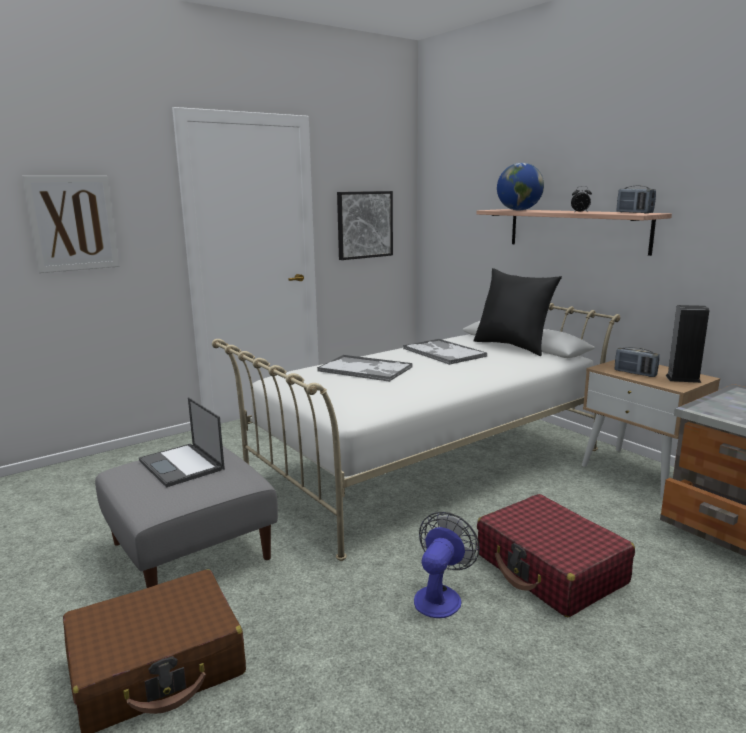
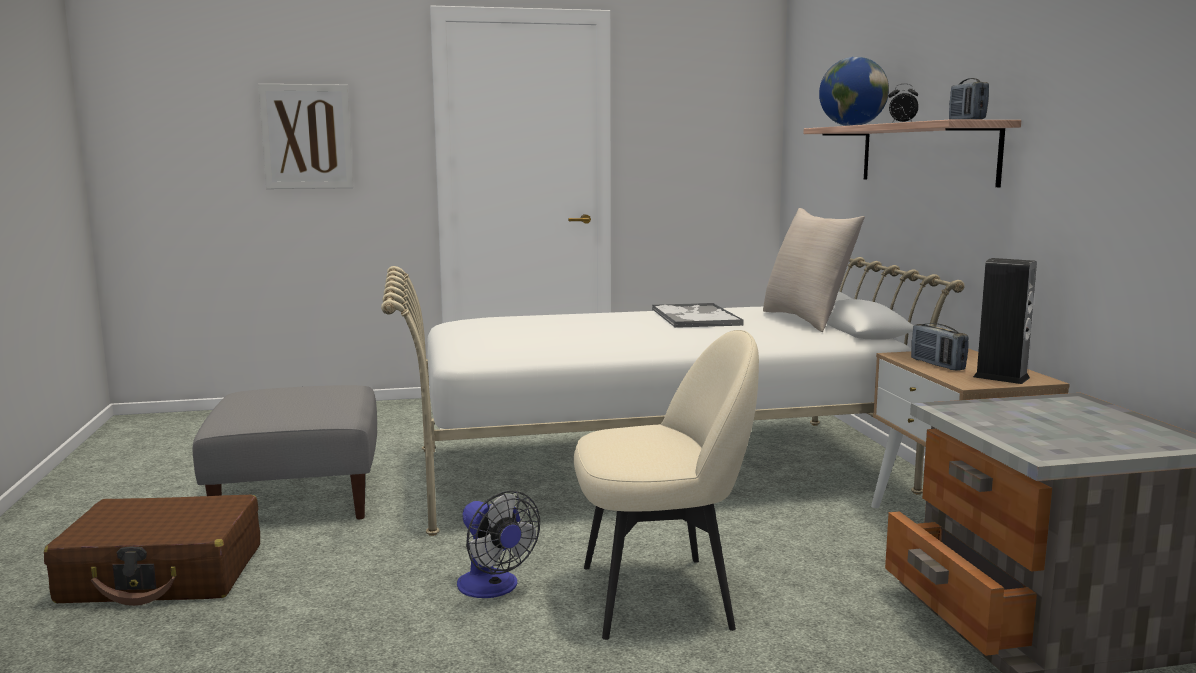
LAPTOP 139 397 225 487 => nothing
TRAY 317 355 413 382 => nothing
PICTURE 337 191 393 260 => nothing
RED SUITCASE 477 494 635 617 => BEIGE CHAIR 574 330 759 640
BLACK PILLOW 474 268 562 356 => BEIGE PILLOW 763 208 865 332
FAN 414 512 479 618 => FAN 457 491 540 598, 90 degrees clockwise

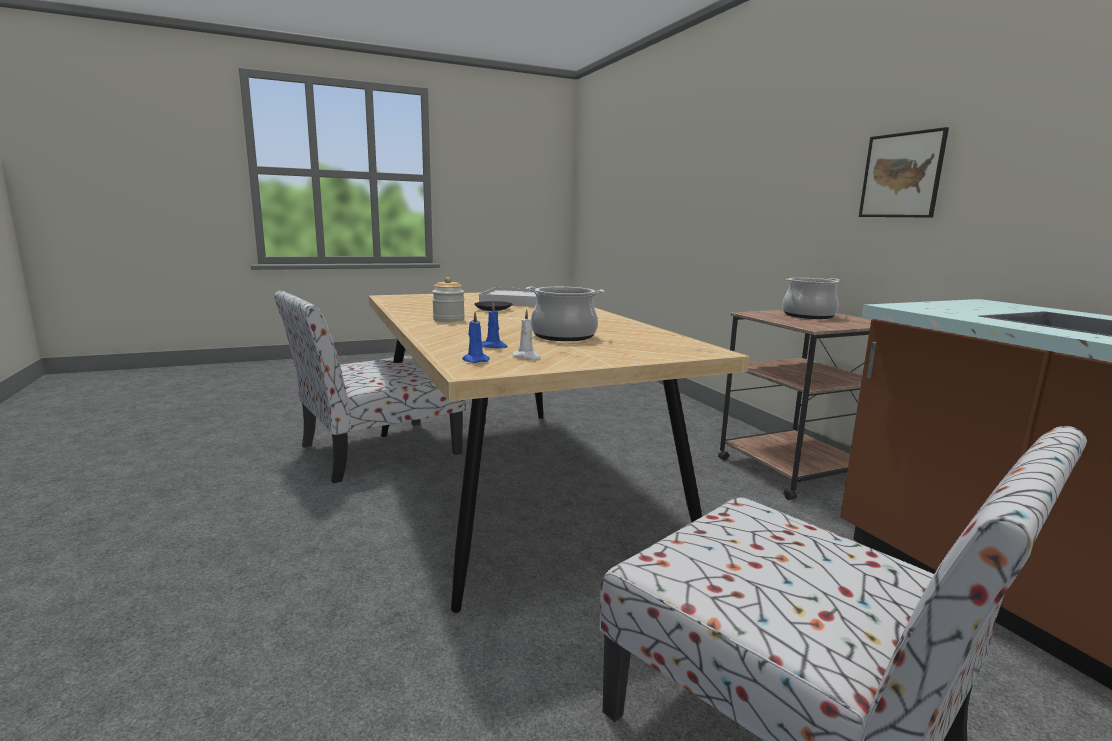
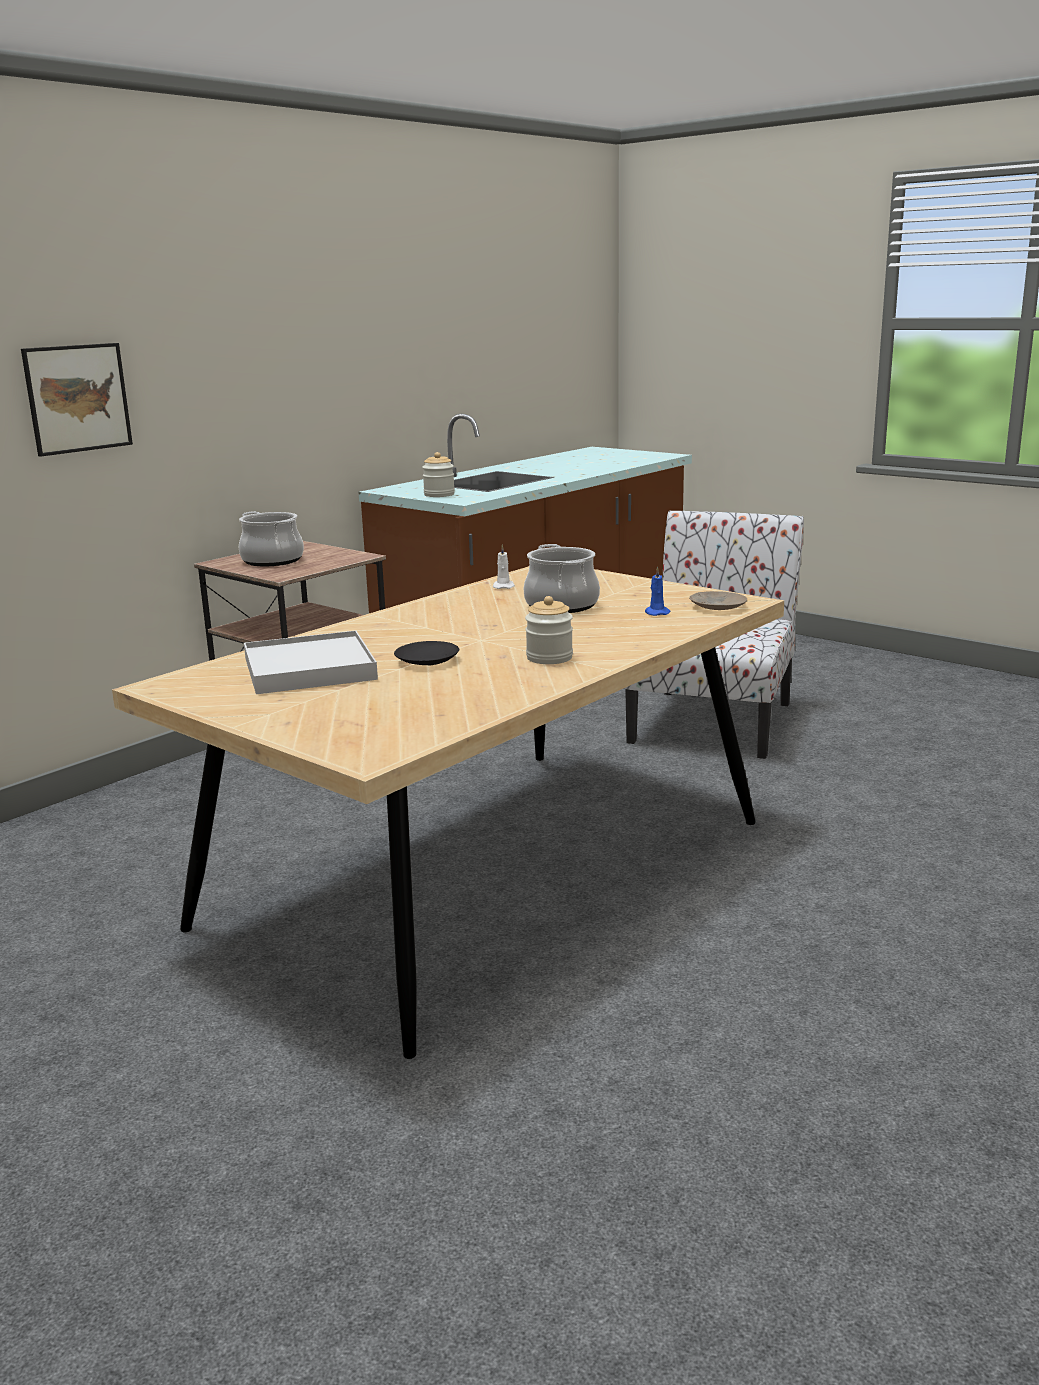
CHAIR 274 290 466 483 => nothing
nothing => JAR 422 452 455 497
WHITE CANDLE 512 309 541 359 => WHITE CANDLE 493 545 515 589, shifted
PICTURE 859 127 949 218 => PICTURE 21 343 133 457, shifted
BLUE CANDLE 462 312 490 363 => BEIGE PLATE 689 591 747 610

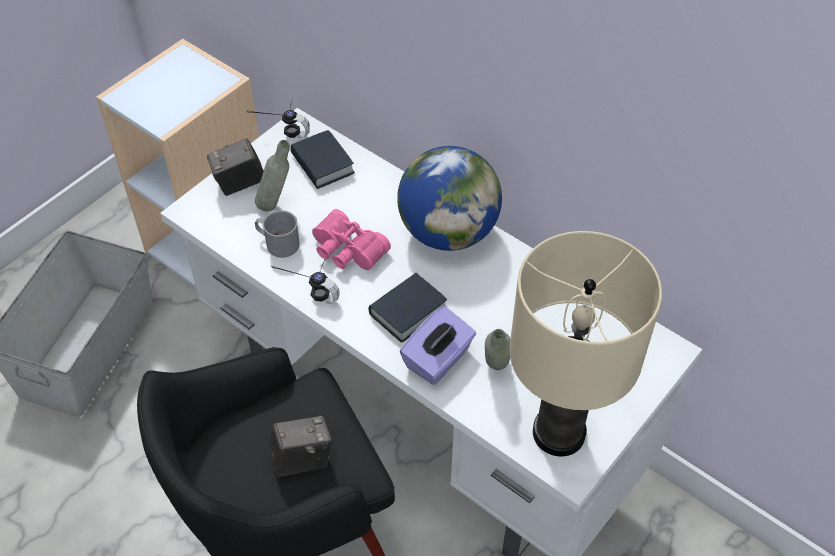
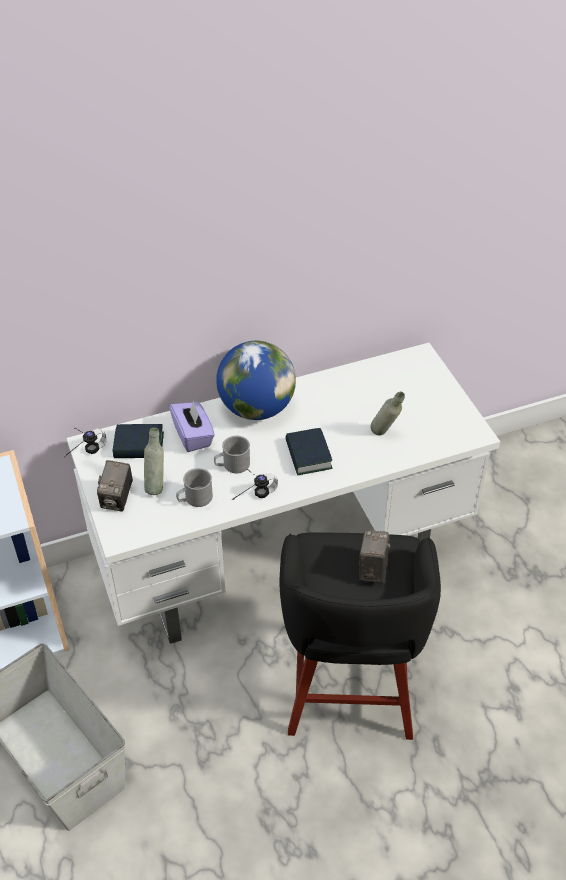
BEIGE TABLE LAMP 510 231 662 456 => nothing
PURPLE TISSUE BOX 400 306 476 385 => PURPLE TISSUE BOX 169 400 215 452, shifted
PINK BINOCULARS 312 209 391 270 => GREY MUG 214 436 250 473

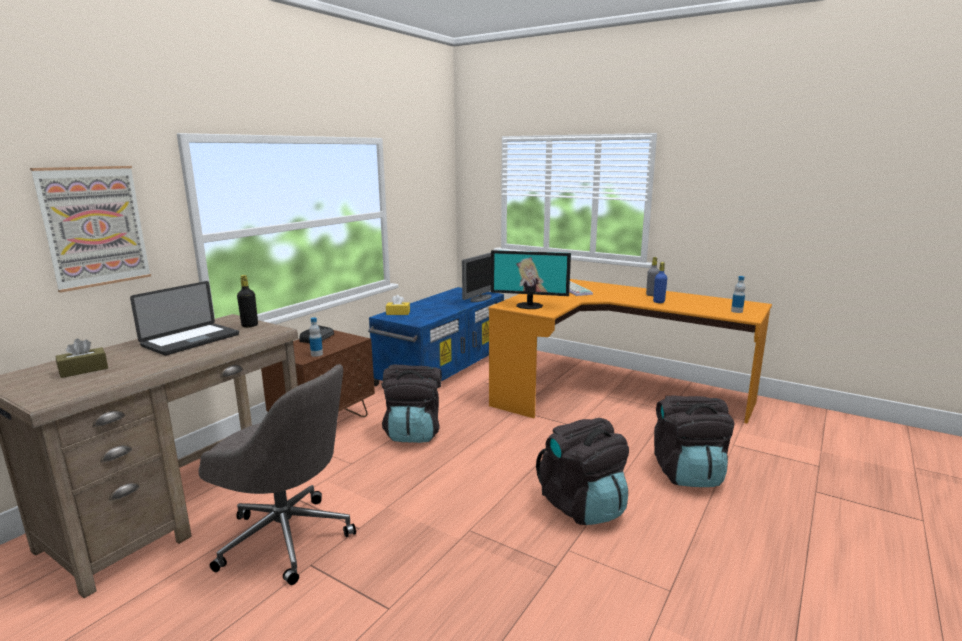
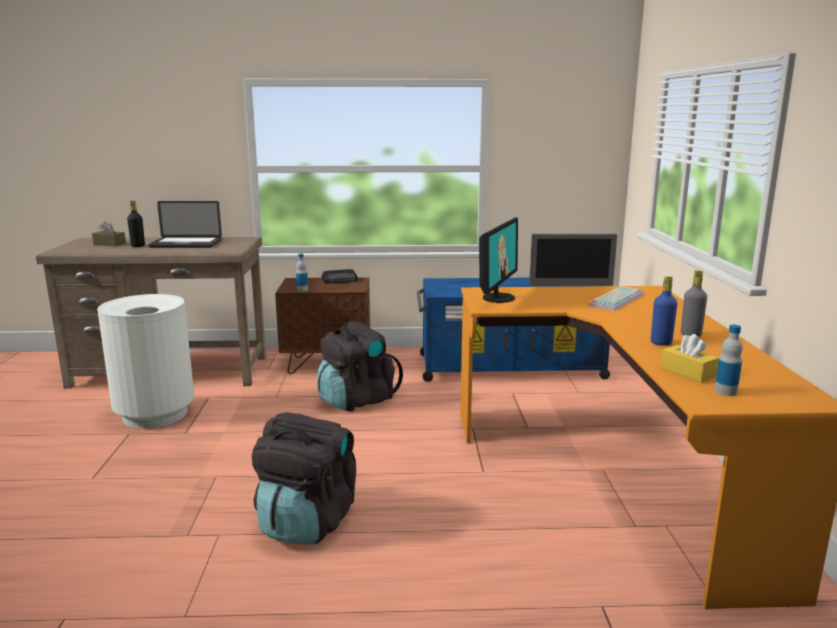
PICTURE 30 166 151 293 => nothing
BLACK BACKPACK 654 396 735 487 => nothing
BLACK BOTTLE 237 275 258 327 => BLACK BOTTLE 127 201 145 247, shifted
YELLOW TISSUE BOX 386 295 410 315 => YELLOW TISSUE BOX 661 334 719 383, shifted
GREY OFFICE CHAIR 199 364 356 585 => WHITE TRASH CAN 97 294 194 429
MONITOR 491 250 571 309 => MONITOR 479 218 518 303, 135 degrees counterclockwise

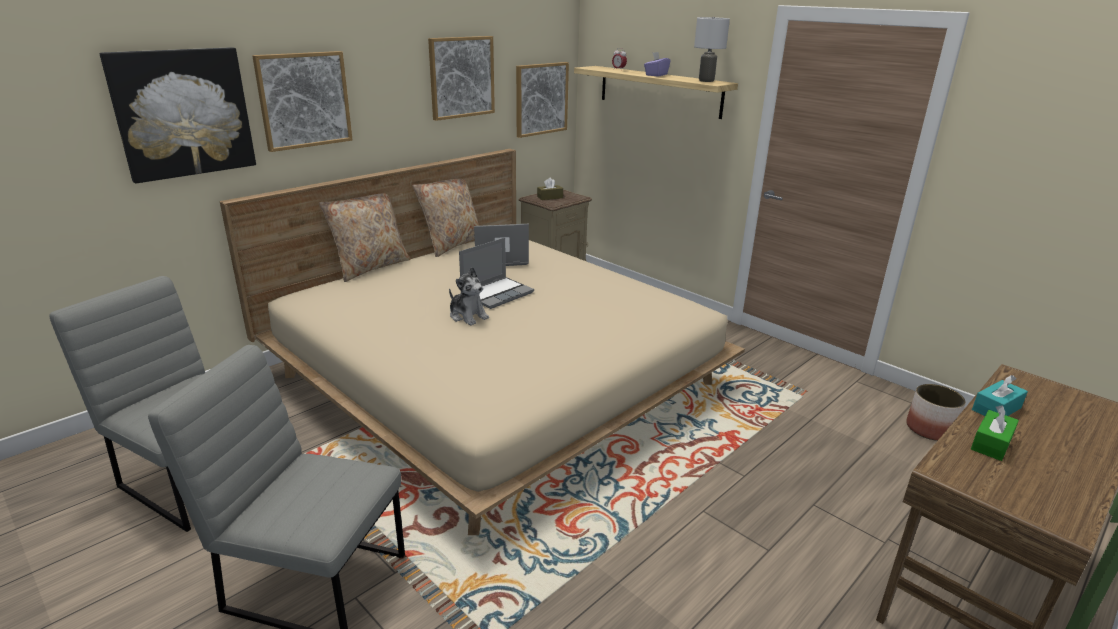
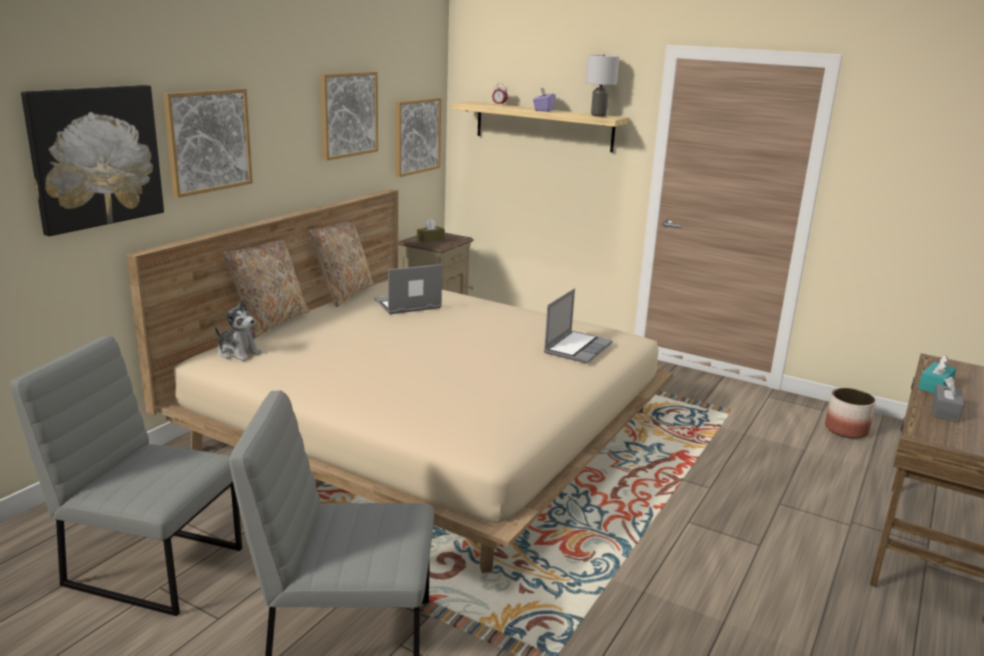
PLUSH TOY 449 267 489 326 => PLUSH TOY 215 300 262 361, shifted
LAPTOP 459 238 534 309 => LAPTOP 544 288 613 364, shifted
GREEN TISSUE BOX 971 405 1019 461 => GREY TISSUE BOX 932 377 964 422

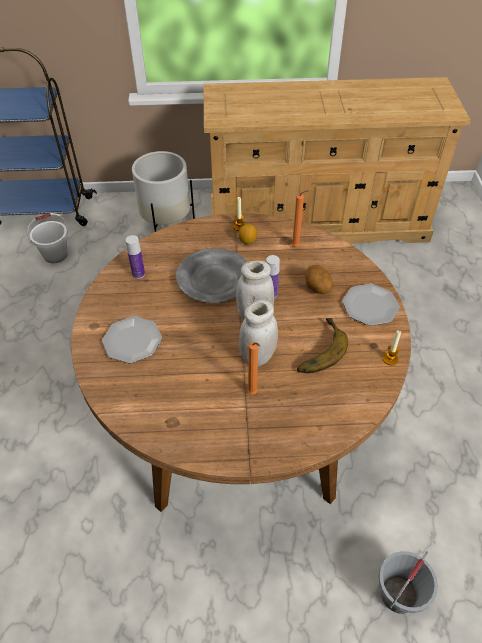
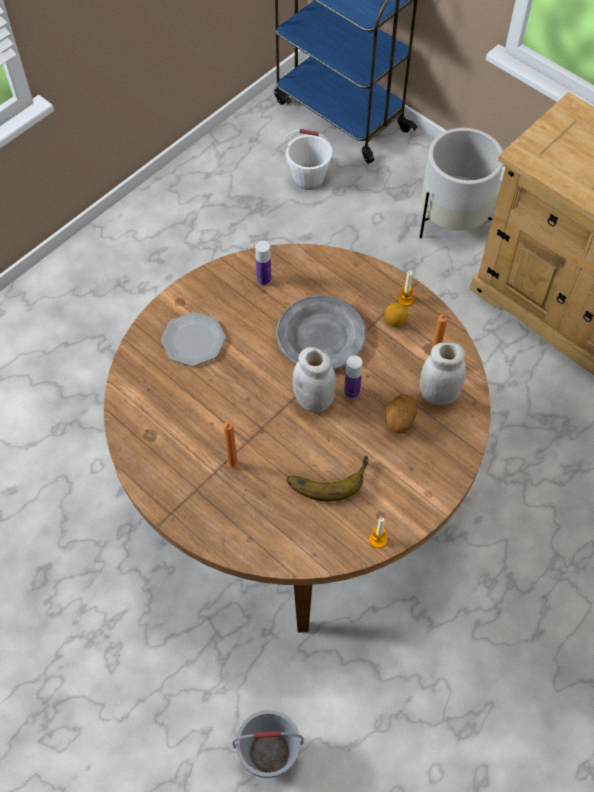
PLATE 342 284 400 326 => nothing
WHITE JAR 239 299 278 366 => WHITE JAR 420 342 466 405, shifted

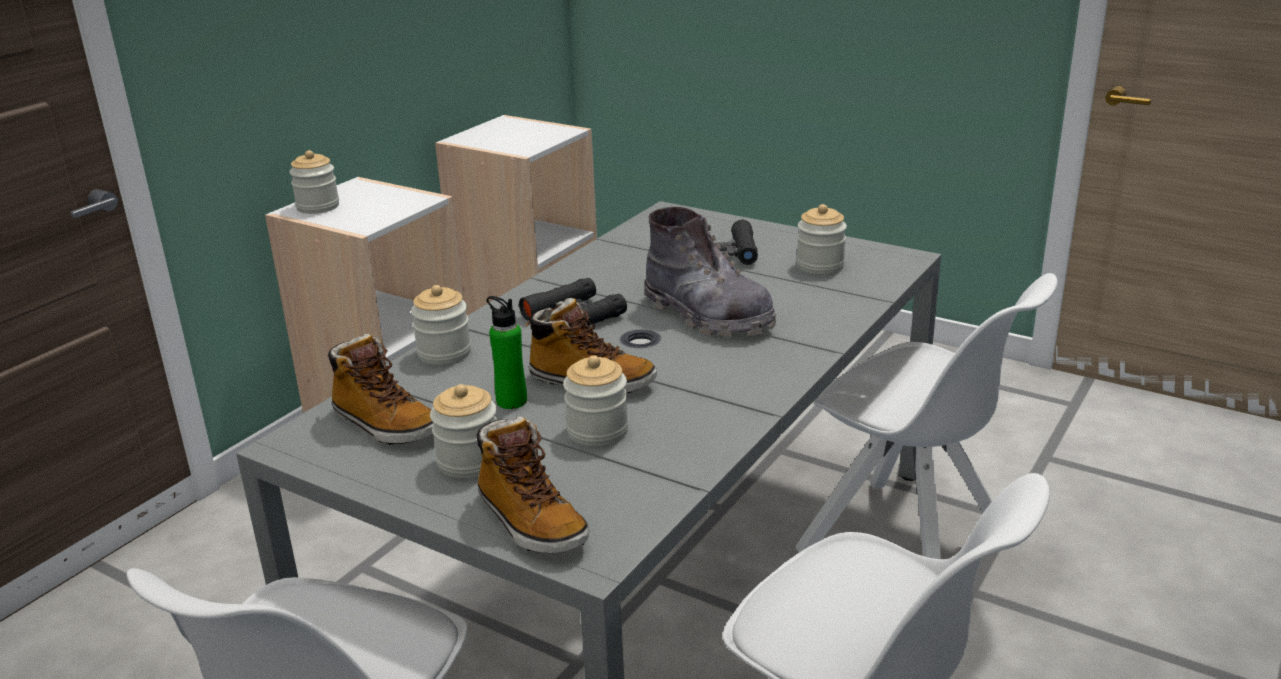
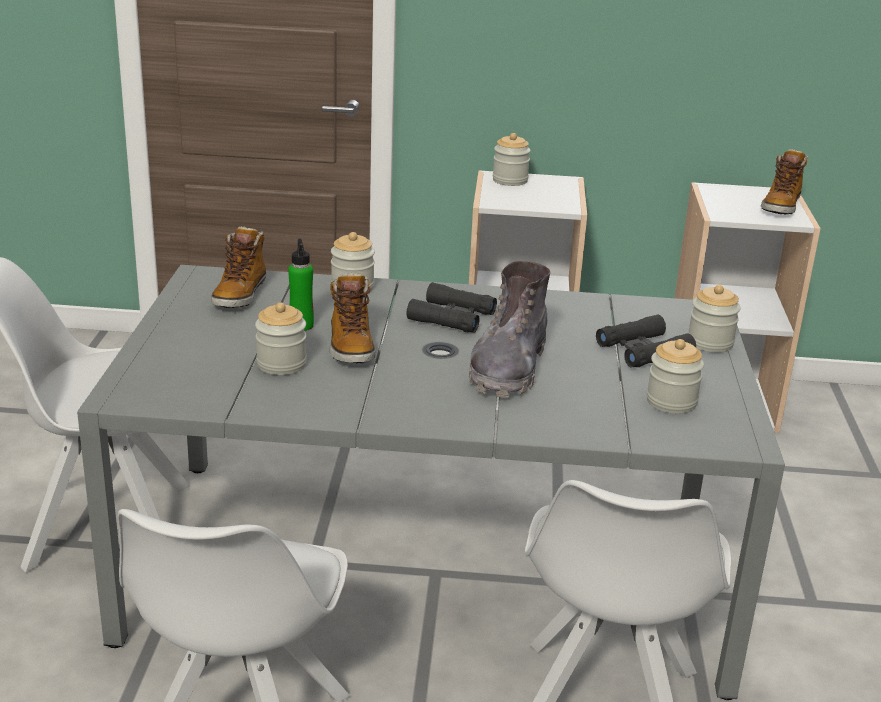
JAR 430 384 497 478 => JAR 688 285 741 353, shifted
BOOT 476 416 589 553 => BOOT 761 149 808 215, shifted

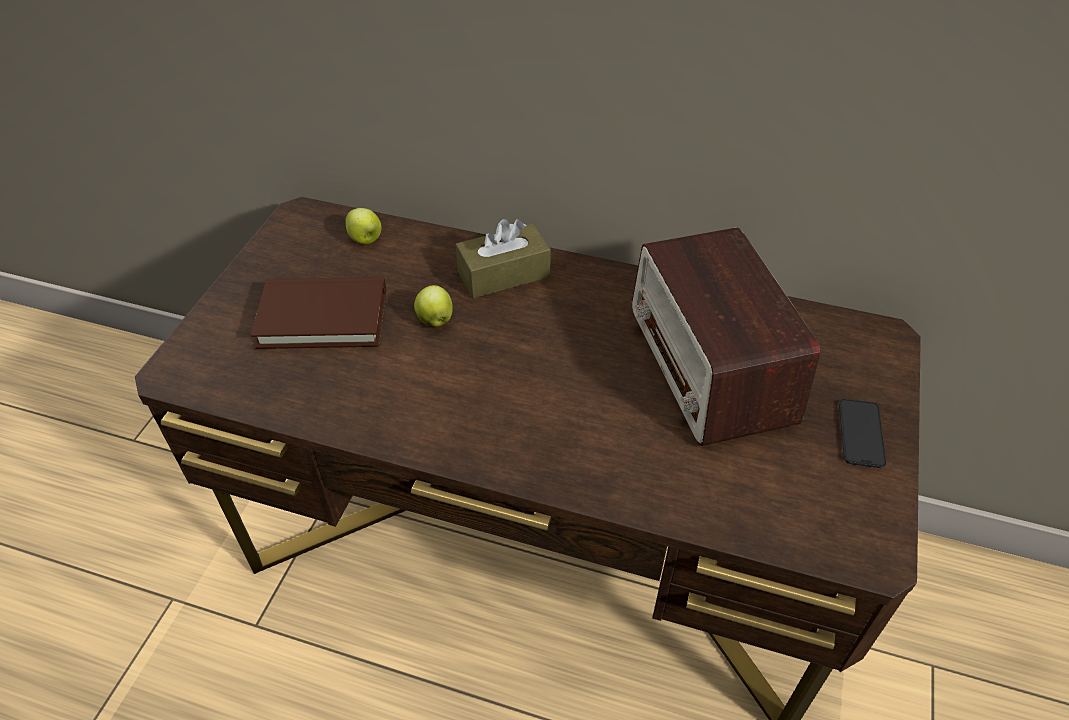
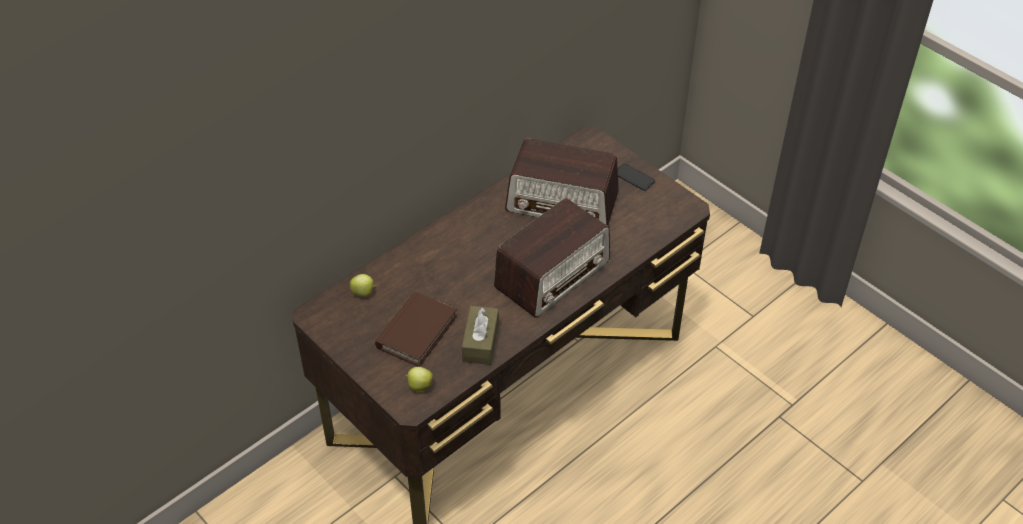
nothing => RADIO 494 198 610 318
APPLE 414 285 453 327 => APPLE 406 367 433 391, shifted
BROWN TISSUE BOX 455 219 551 298 => BROWN TISSUE BOX 462 306 499 365, shifted

